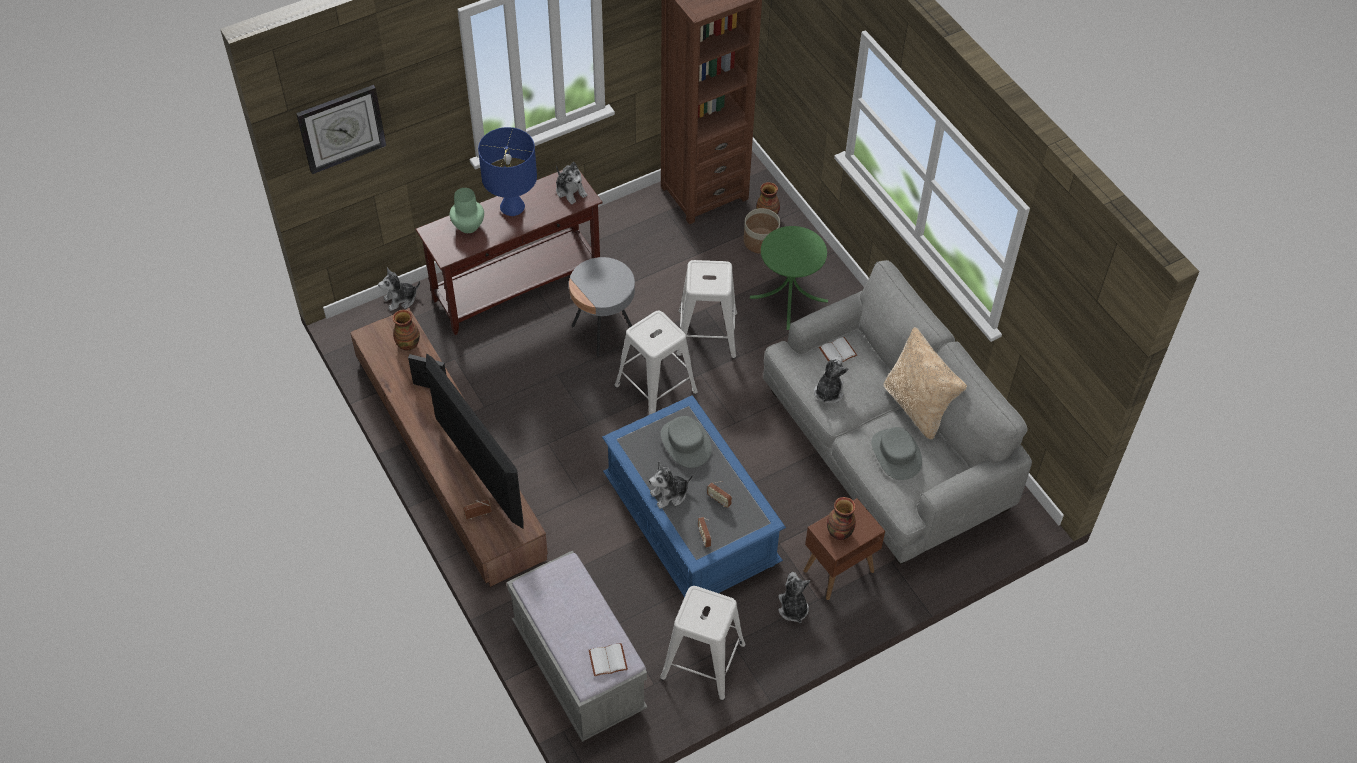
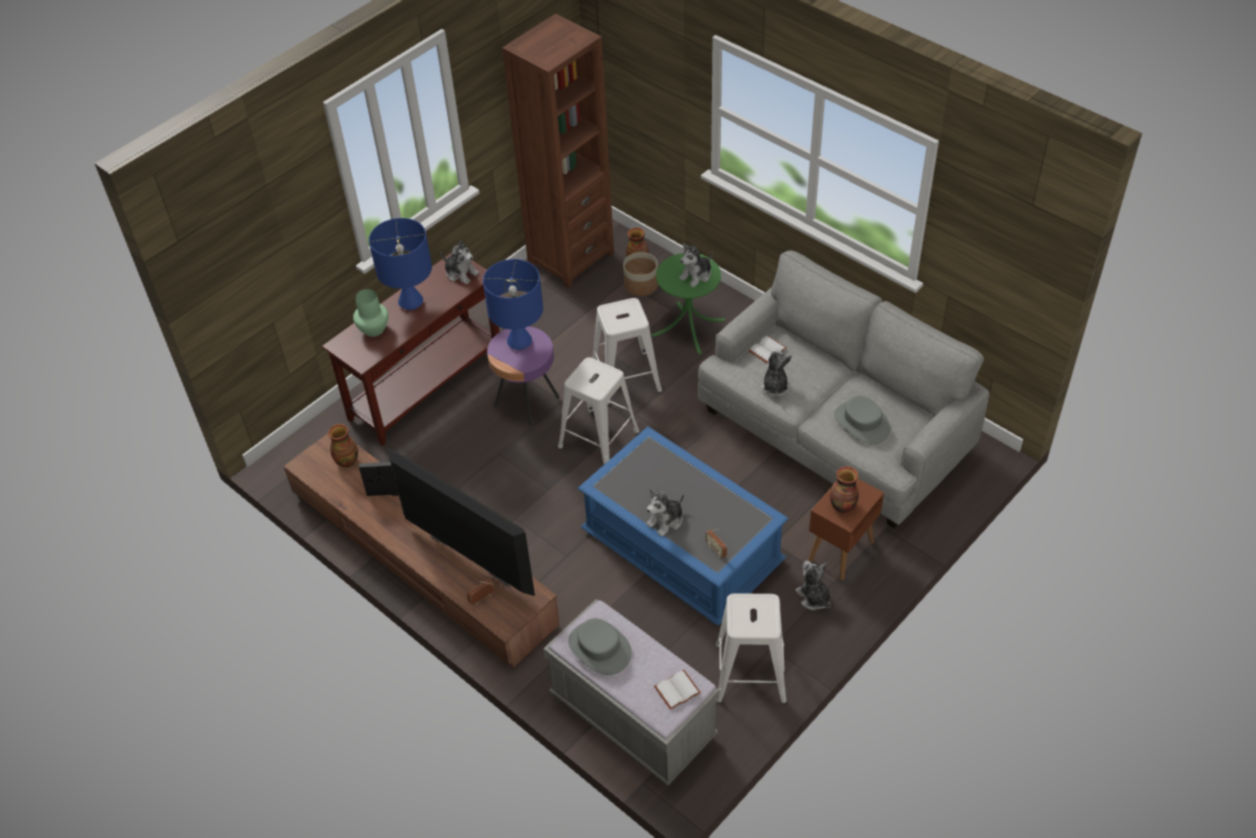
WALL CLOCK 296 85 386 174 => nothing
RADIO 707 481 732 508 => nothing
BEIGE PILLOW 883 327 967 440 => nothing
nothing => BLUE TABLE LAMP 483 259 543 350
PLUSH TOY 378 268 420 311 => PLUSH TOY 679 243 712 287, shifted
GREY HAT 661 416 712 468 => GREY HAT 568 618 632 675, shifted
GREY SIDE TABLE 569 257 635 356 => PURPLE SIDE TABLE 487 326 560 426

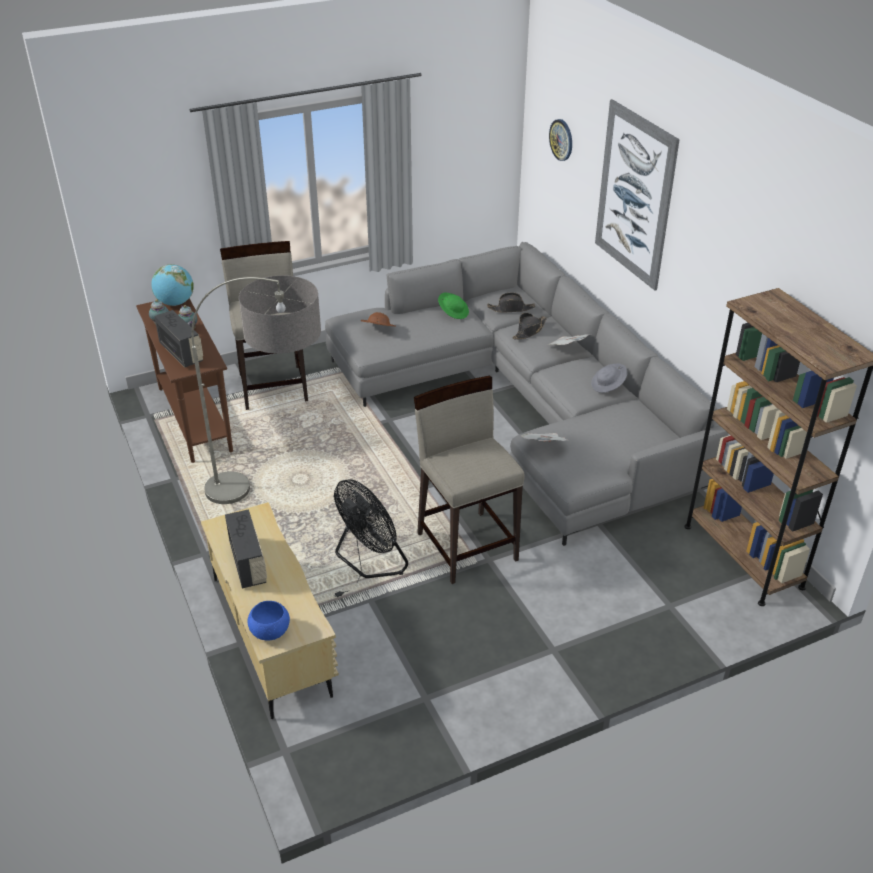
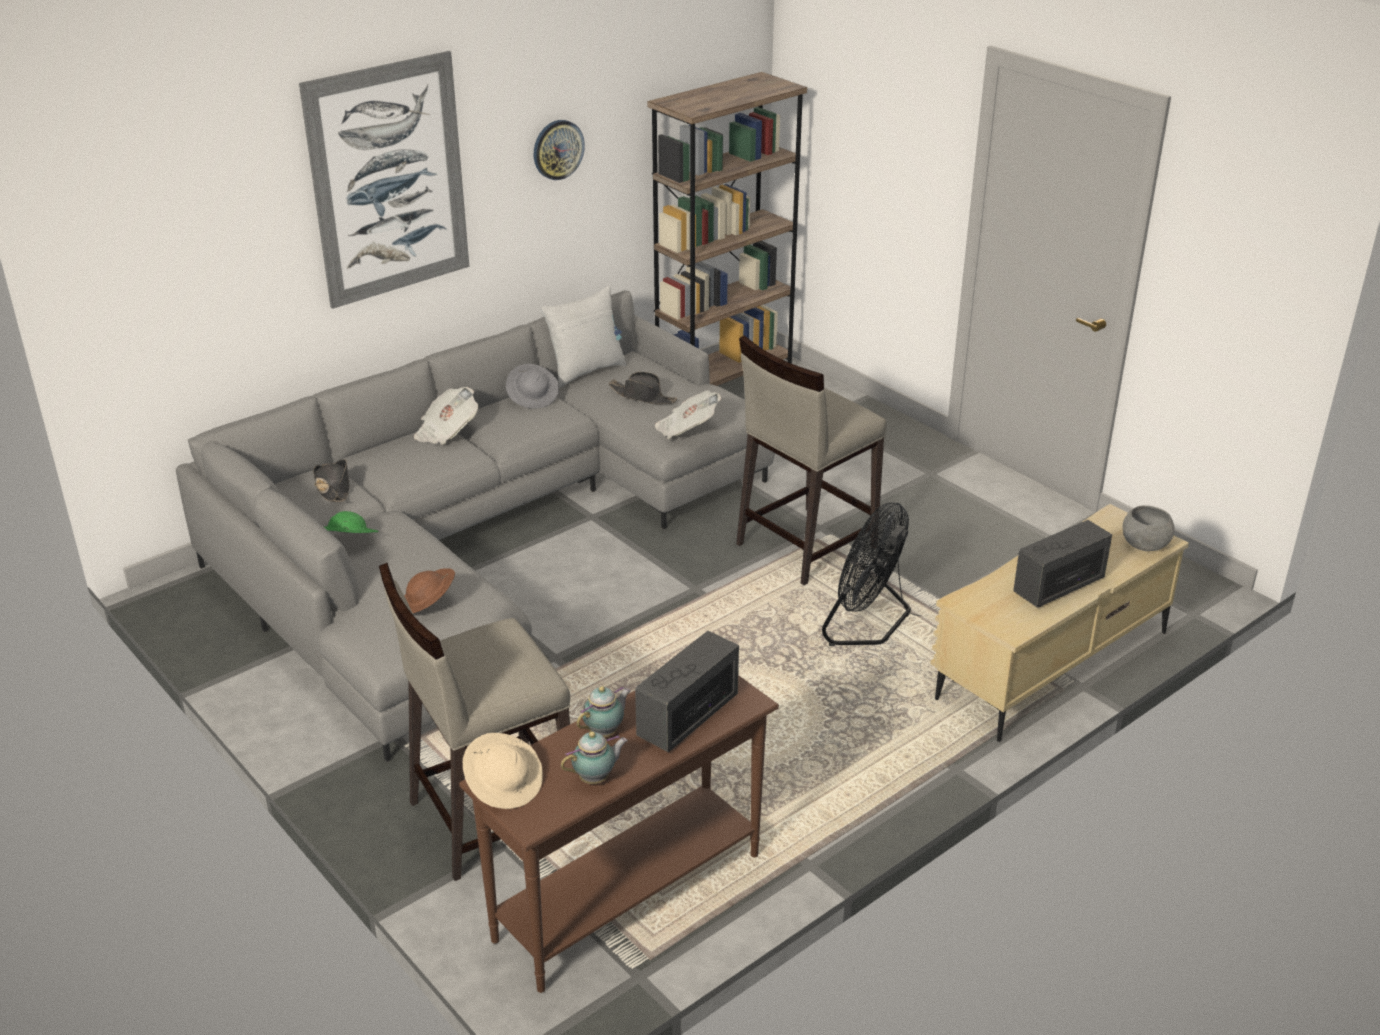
FLOOR LAMP 192 275 321 504 => nothing
nothing => GREY PILLOW 541 286 627 388
BLACK HAT 512 313 547 340 => BLACK HAT 608 372 677 404, shifted
WALL CLOCK 549 119 572 161 => WALL CLOCK 534 120 585 180, shifted
GLOBE 151 264 194 306 => BEIGE HAT 463 733 543 809
BLUE BOWL 248 601 290 641 => GREY BOWL 1122 505 1175 551

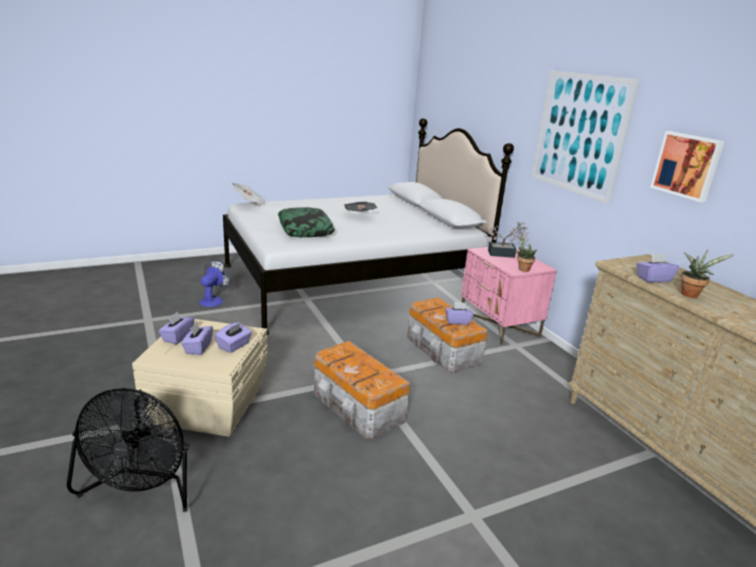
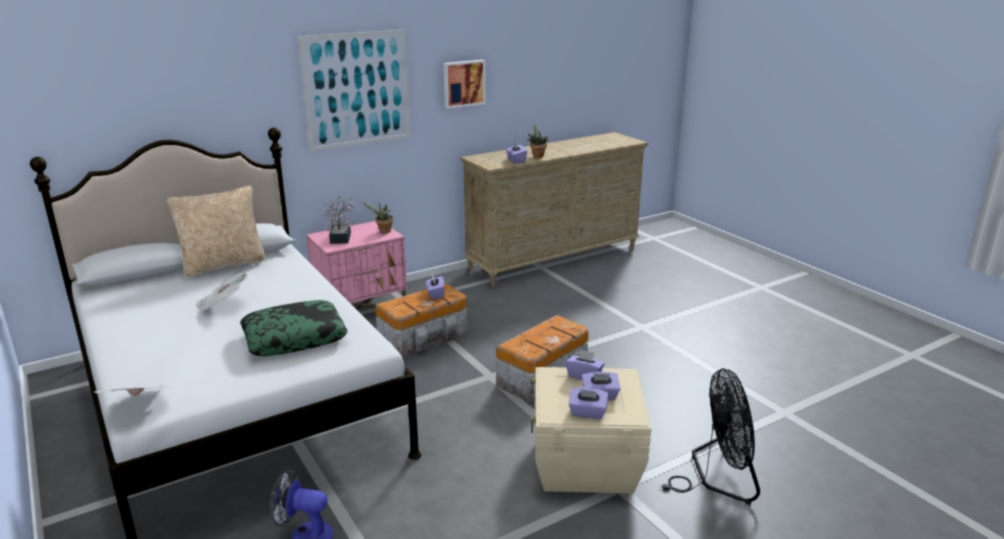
nothing => BEIGE PILLOW 167 185 265 278

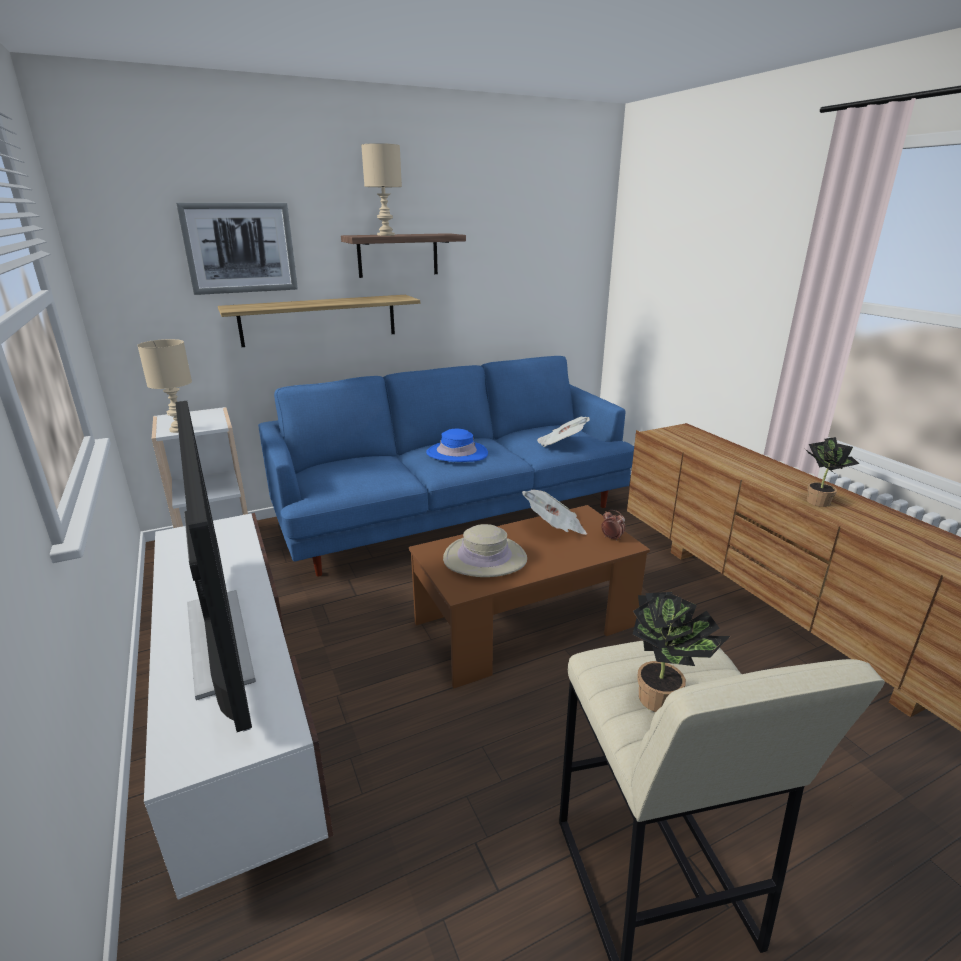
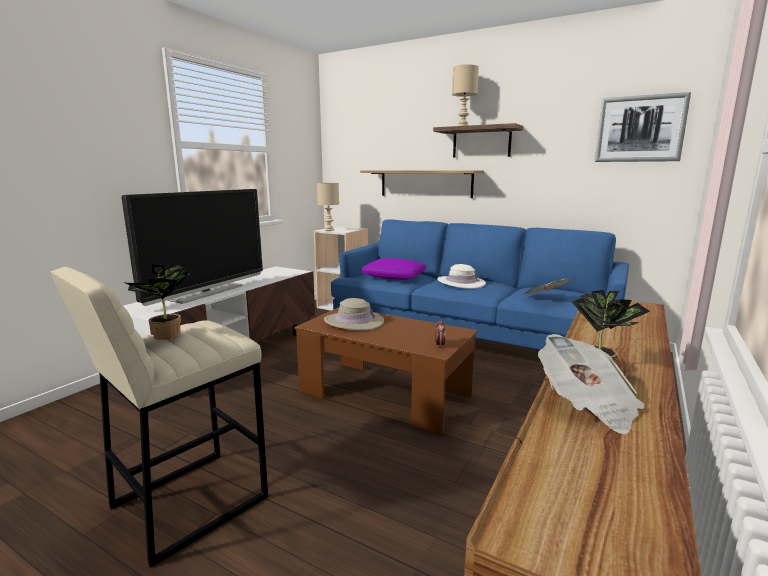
nothing => PURPLE PILLOW 362 258 426 280
PICTURE 176 203 298 295 => PICTURE 595 92 691 162, shifted
NEWSPAPER 522 490 587 535 => NEWSPAPER 538 334 645 435, shifted
BLUE HAT 426 429 488 462 => WHITE HAT 437 264 486 289

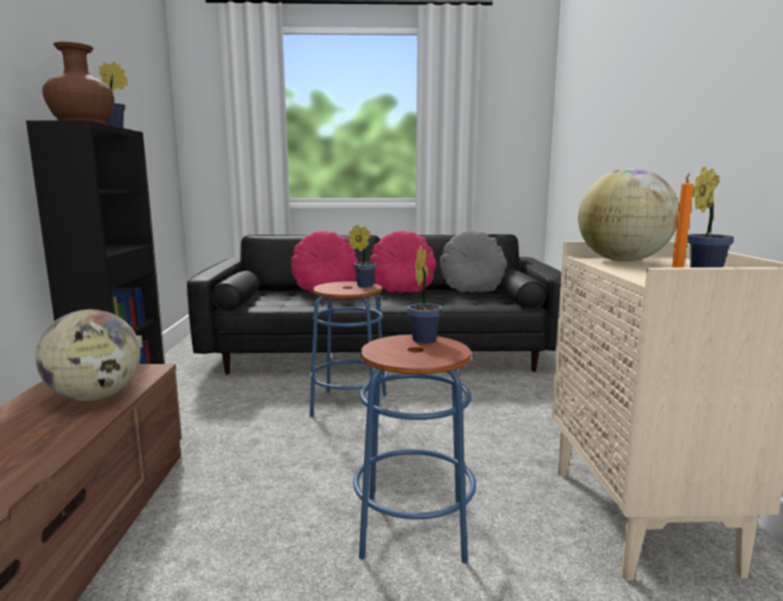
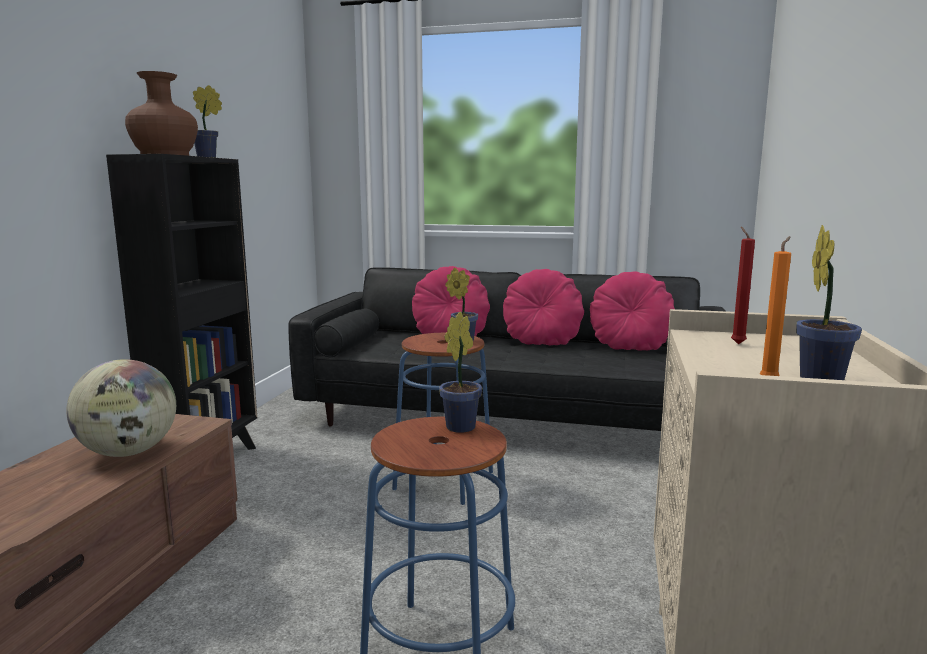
GLOBE 578 168 679 262 => RED CANDLE 731 226 755 344
GREY PILLOW 440 231 507 293 => PINK PILLOW 590 271 675 351

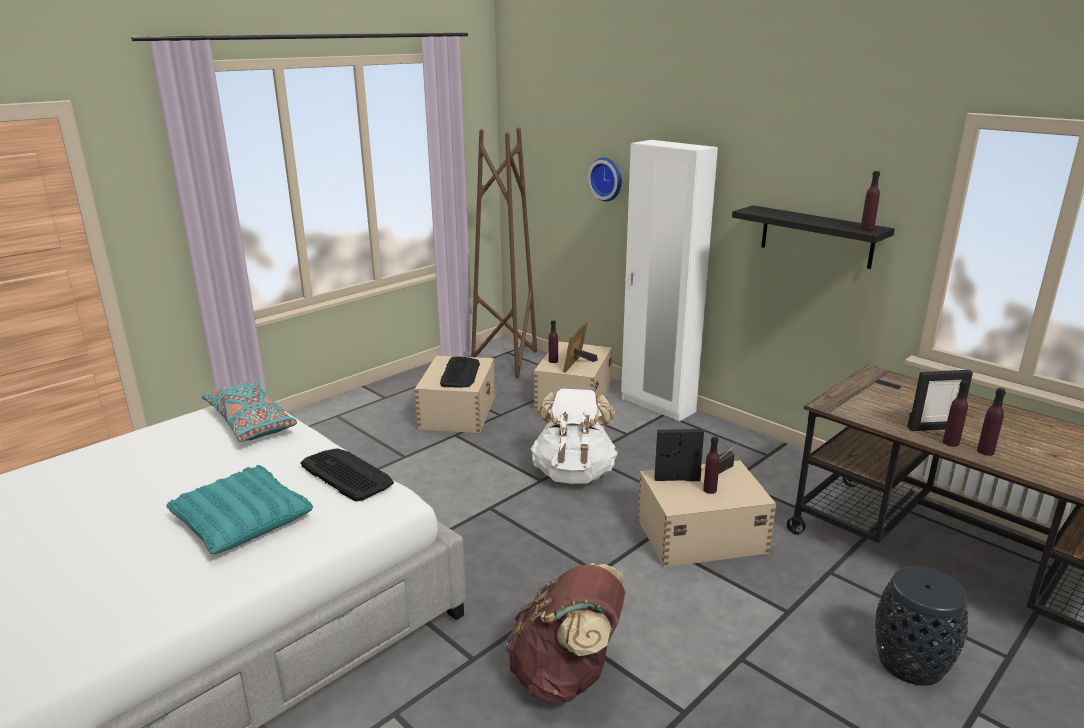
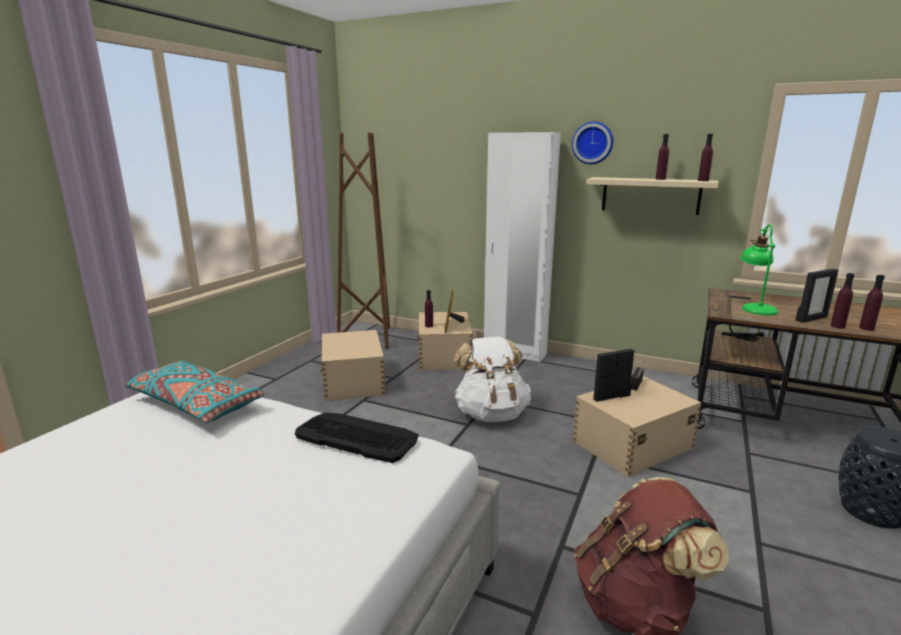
TURQUOISE PILLOW 166 465 313 554 => nothing
KEYBOARD 440 357 480 388 => nothing
nothing => GREEN TABLE LAMP 740 224 778 315
WALL CLOCK 588 157 622 201 => WALL CLOCK 572 121 613 164, shifted
PURPLE BOTTLE 703 437 720 494 => PURPLE BOTTLE 656 134 669 180, shifted
BLACK SHELF 732 205 895 269 => BEIGE SHELF 586 177 719 215

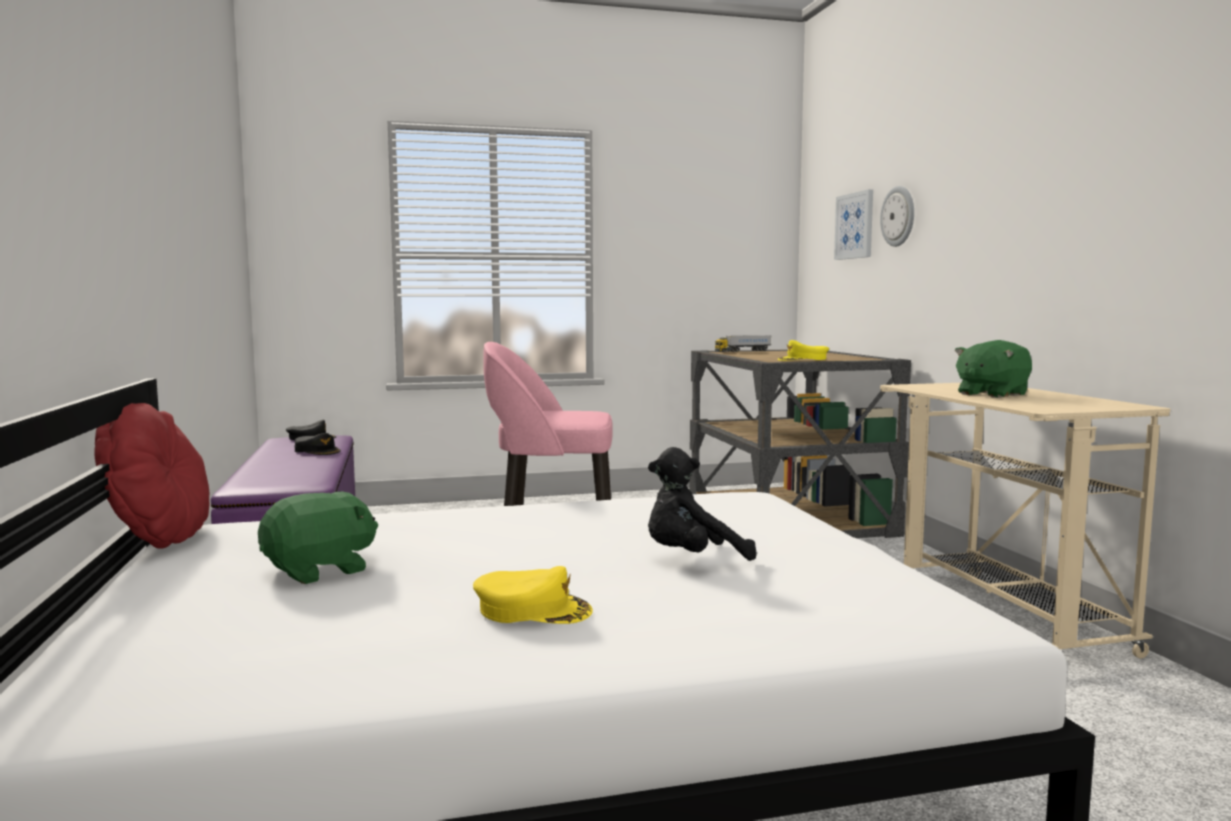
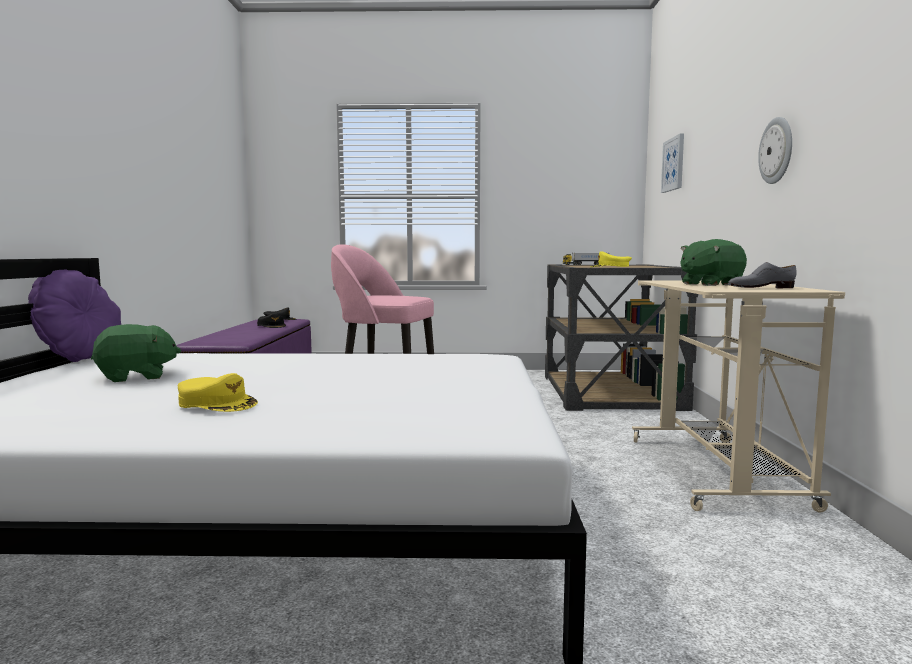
BLACK PLUSH TOY 648 447 757 561 => nothing
nothing => GREY SHOE 728 262 797 288
WALL CLOCK 880 186 914 247 => WALL CLOCK 758 117 792 184, shifted
RED PILLOW 94 403 209 549 => PURPLE PILLOW 28 270 121 362

